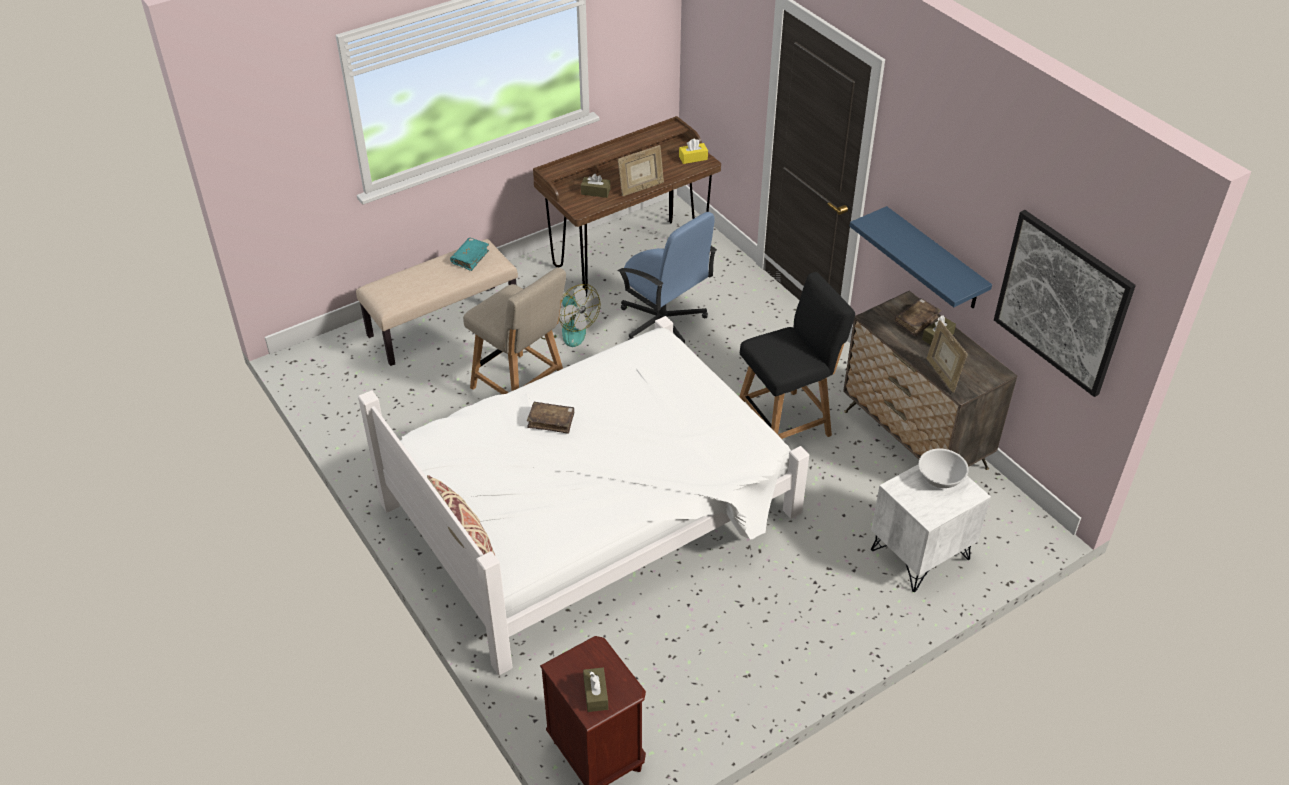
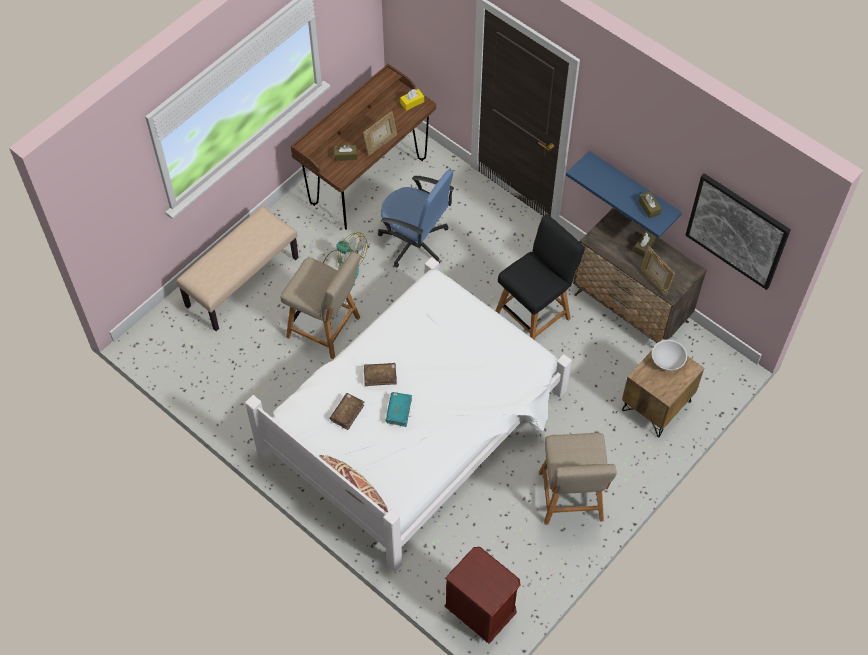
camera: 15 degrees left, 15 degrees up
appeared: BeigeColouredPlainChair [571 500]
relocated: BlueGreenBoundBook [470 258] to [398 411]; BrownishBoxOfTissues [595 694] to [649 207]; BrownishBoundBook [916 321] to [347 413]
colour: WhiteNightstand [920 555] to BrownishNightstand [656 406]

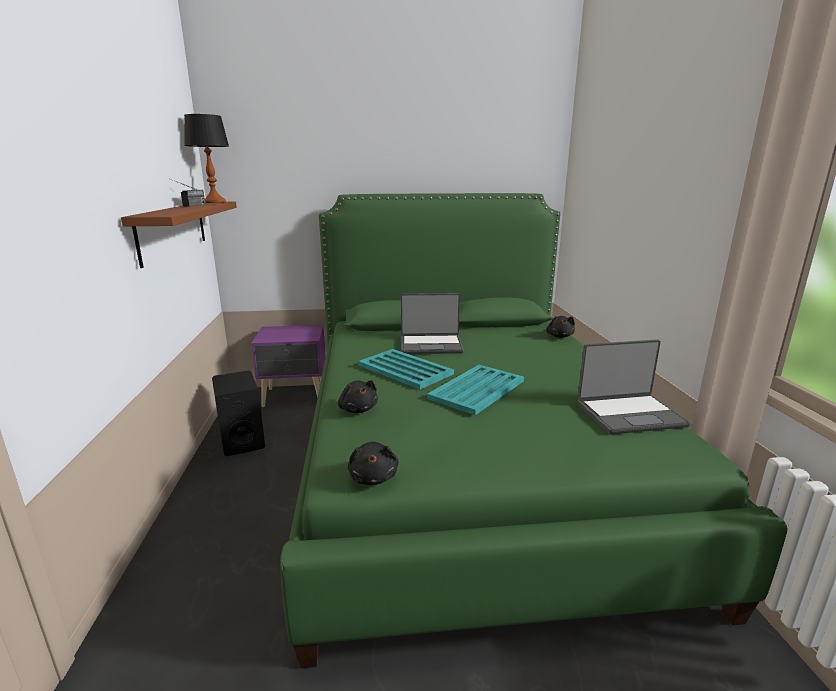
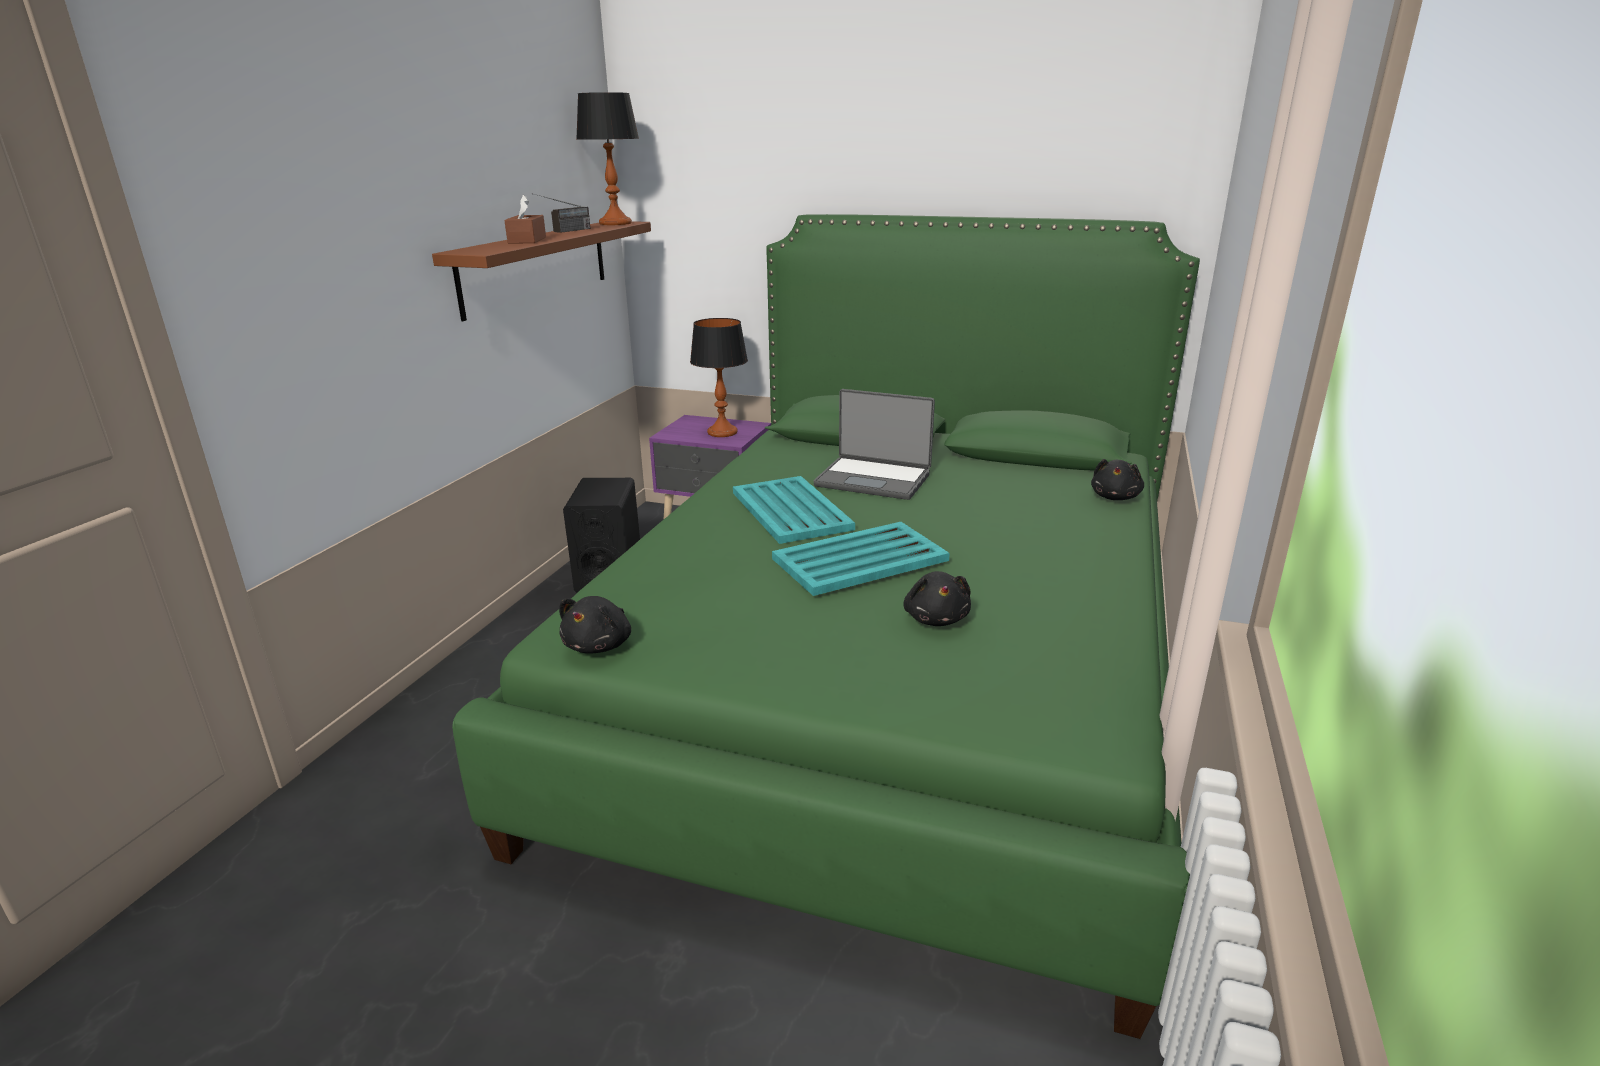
camera: 25 degrees right, 5 degrees up
missing: Laptop [629 414]
appeared: BrownishBoxOfTissues [527 240]; TableLamp [722 432]
relocated: BlackishPlushToy [358 409] to [936 618]

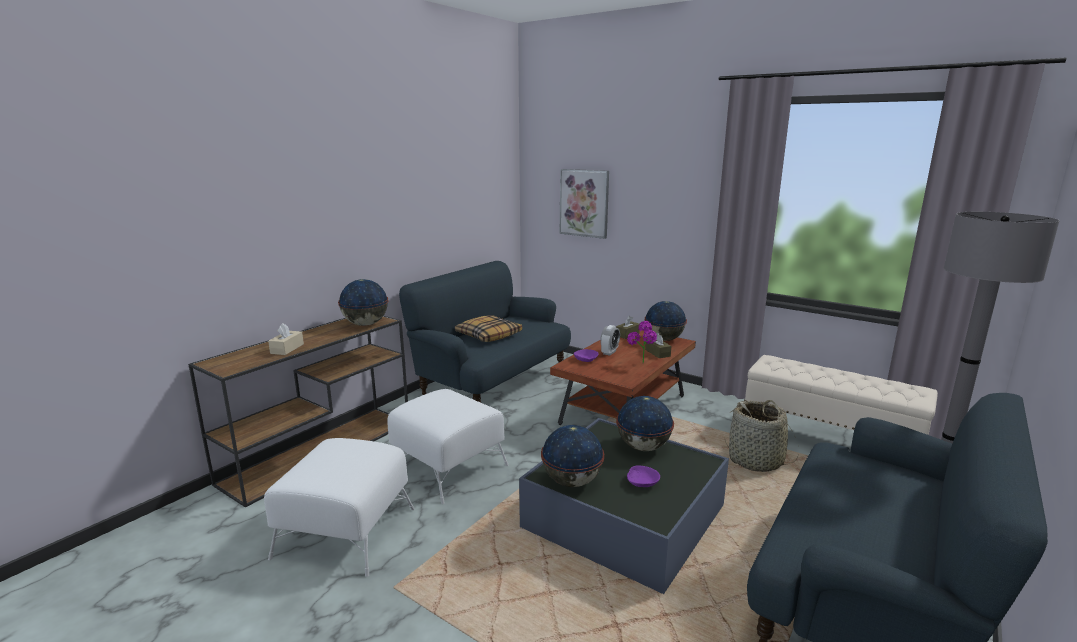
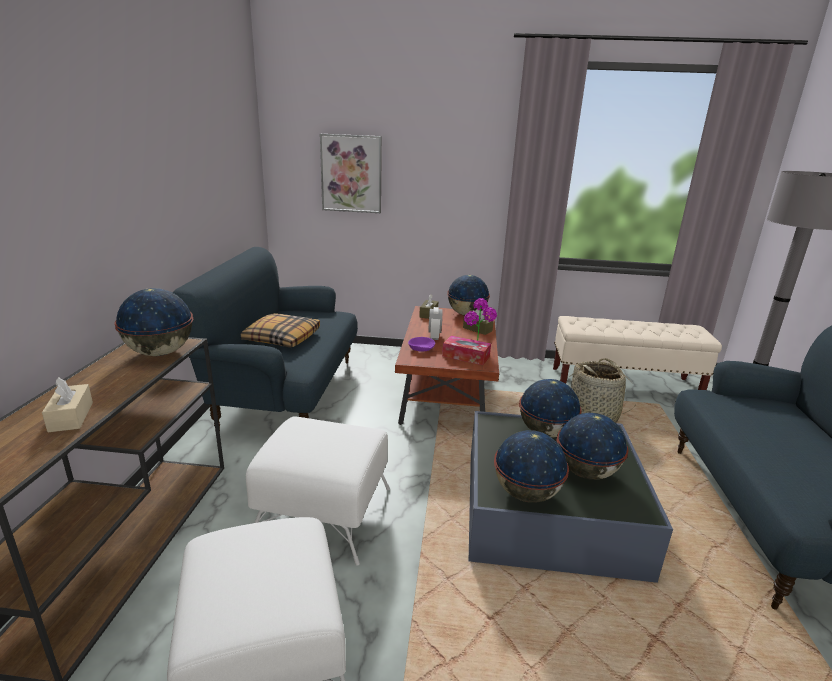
camera: 30 degrees left, 5 degrees up
appeared: BoxOfTissues [466 356]
exchanged: PurpleBowl [642 483] to Globe [586 473]

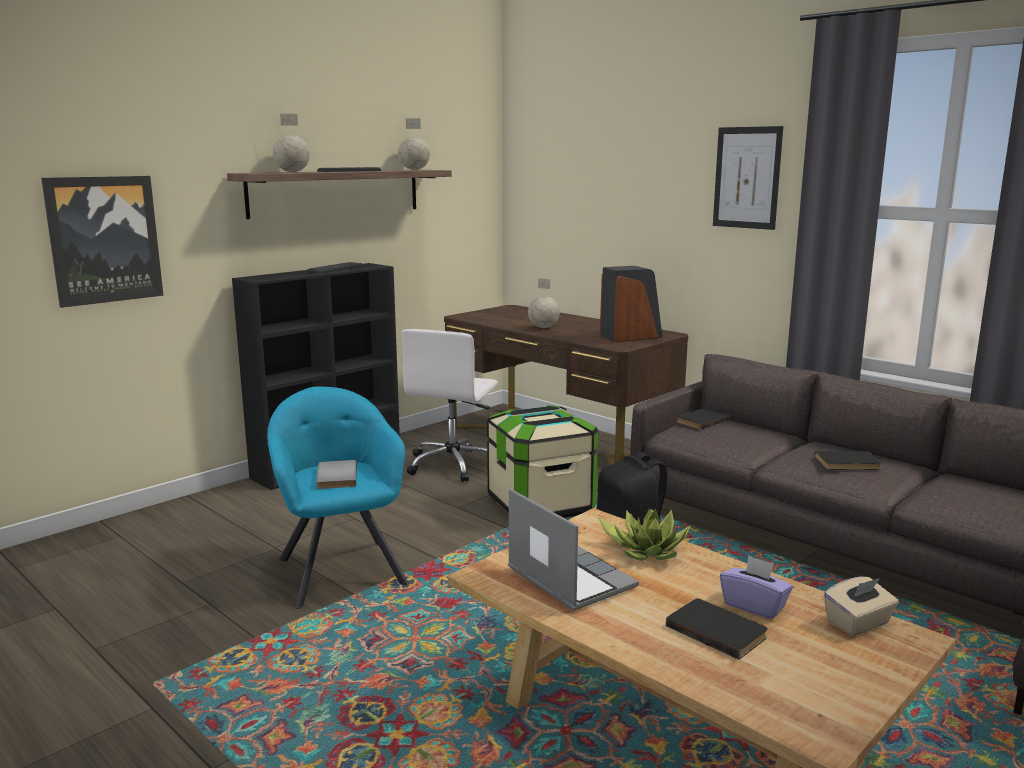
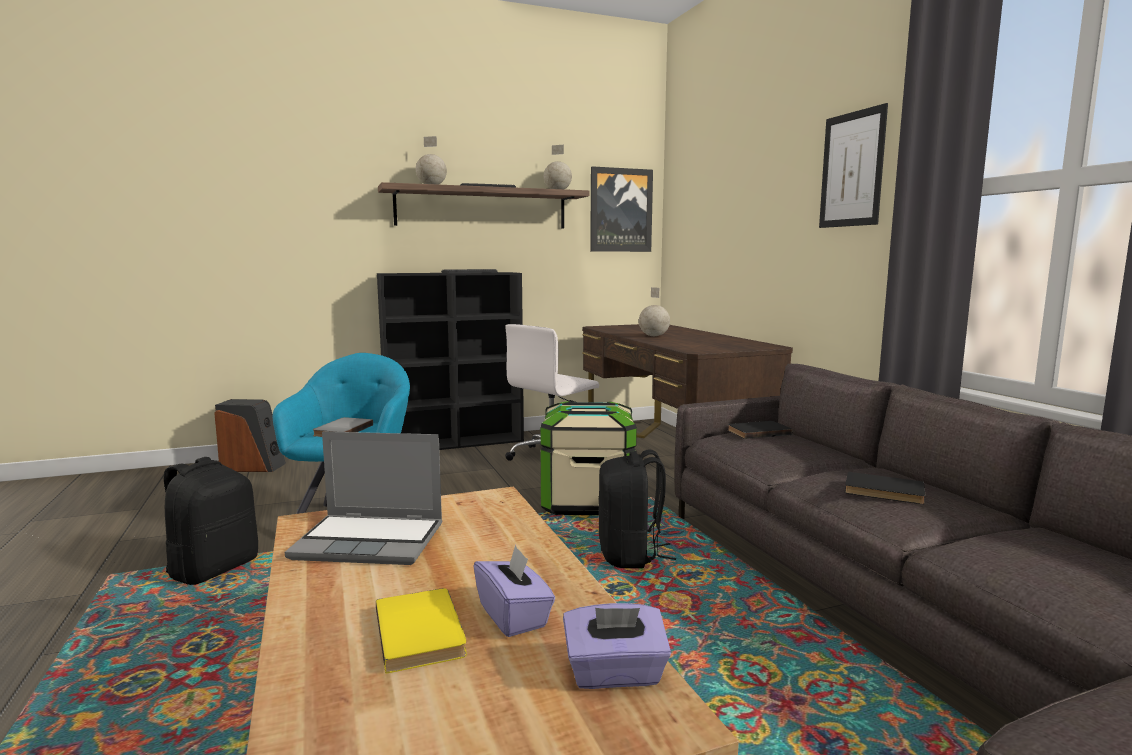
camera: 25 degrees right, 5 degrees down
missing: Houseplant [646 550]
appeared: BlackishKnapsack [214 569]
relocated: Picture [104 239] to [620 210]; Speaker [630 337] to [253 467]
colour: BlackishBoundBook [718 630] to YellowishBoundBook [423 632]; BeigeColouredBoxOfTissues [858 623] to PurpleBoxOfTissues [615 674]
spun: Laptop [568 578] = [371 541] 105 degrees clockwise

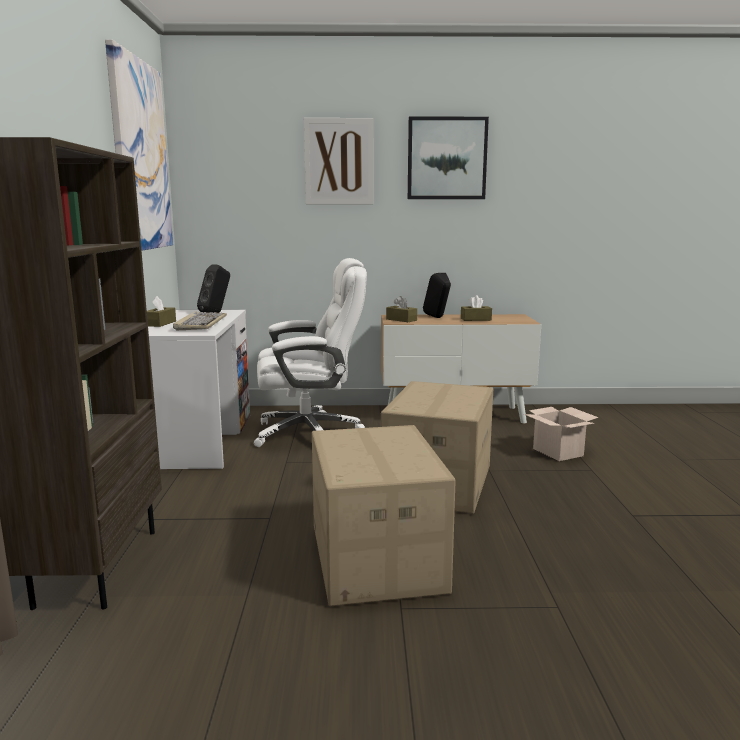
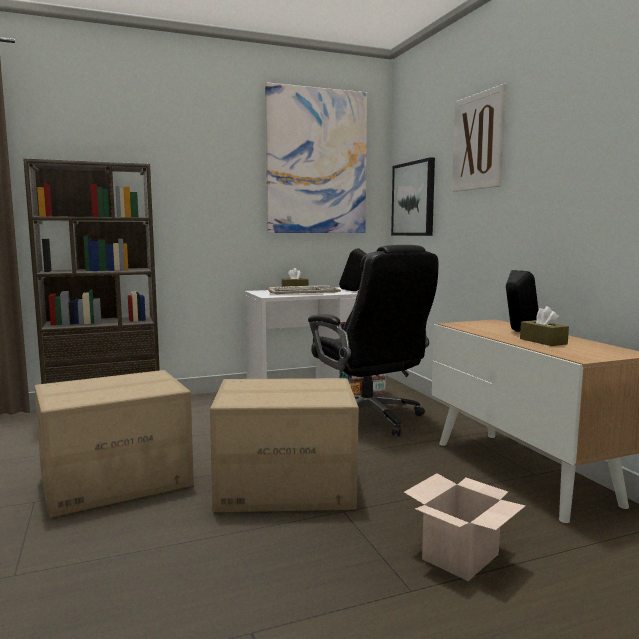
camera: 70 degrees right, 5 degrees down
missing: BrownishBoxOfTissues [401 320]
relocated: Picture [446 158] to [414 199]
colour: WhiteDeskChair [310 433] to BlackishDeskChair [369 418]

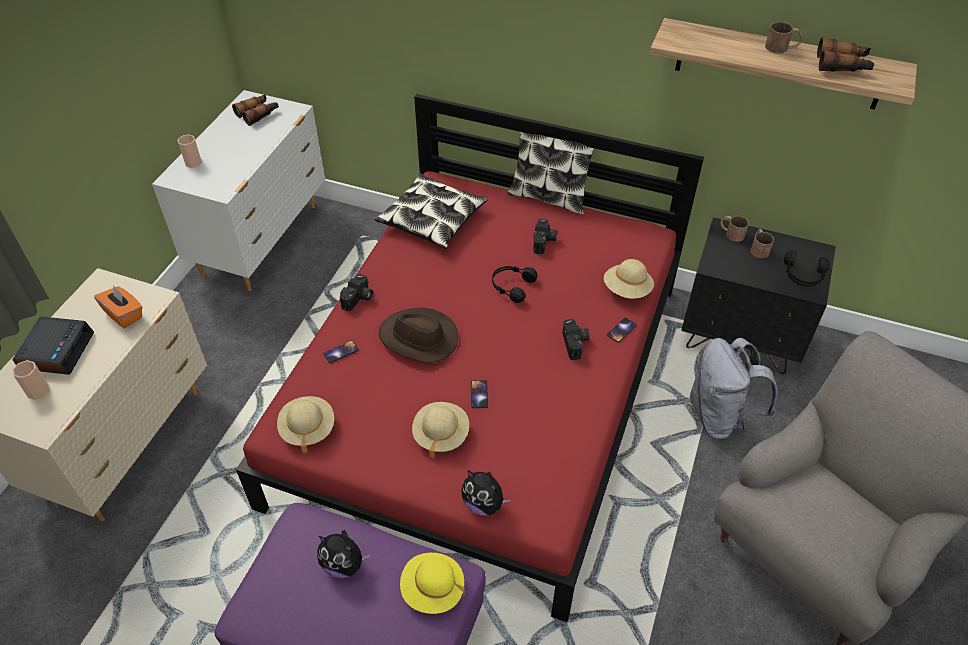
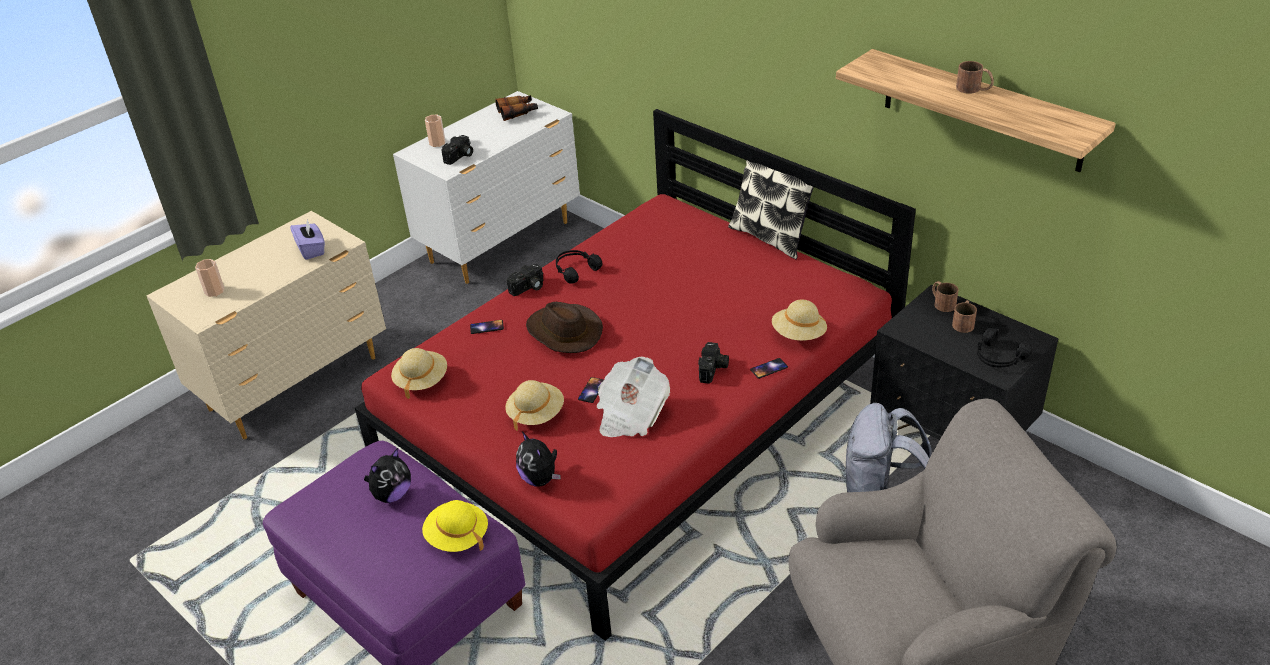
camera: 25 degrees right, 10 degrees down
missing: TableClock [57 350]; Cushion [432 219]; Binoculars [842 65]
appeared: PrintedPaper [630 415]
relocated: BlackishPairOfHeadphones [511 286] to [575 270]; StillCamera [544 242] to [460 157]
colour: OrangeColouredBoxOfTissues [124 314] to PurpleBoxOfTissues [311 249]
spun: PlushToy [344 564] = [392 494] 90 degrees counterclockwise

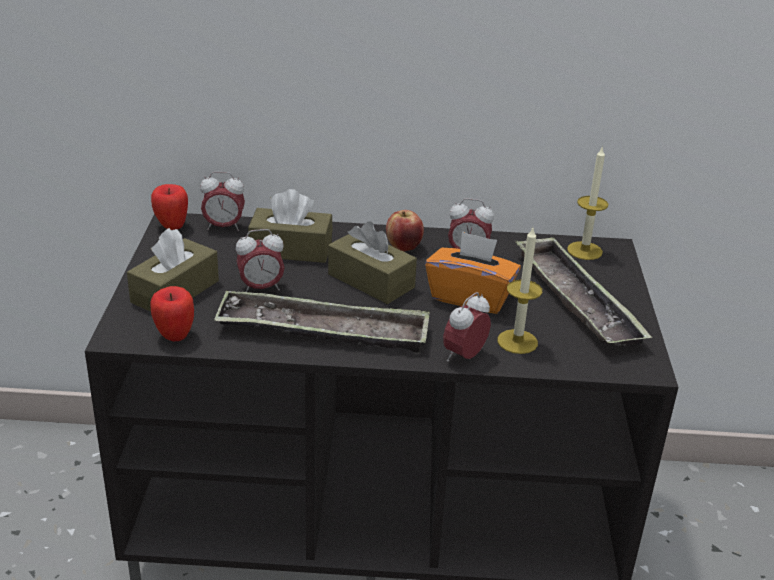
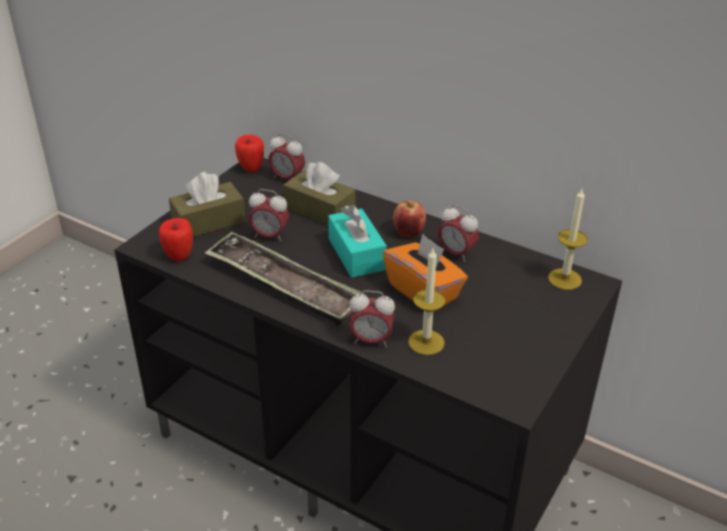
camera: 30 degrees right, 5 degrees up
missing: ServingTray [576 300]
colour: BrownishBoxOfTissues [371 281] to BlueGreenBoxOfTissues [356 254]
spun: TableClock [464 356] = [371 340] 150 degrees counterclockwise

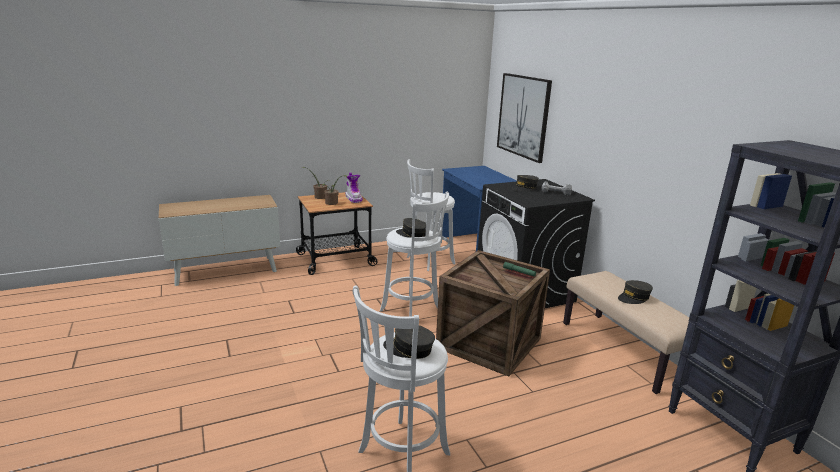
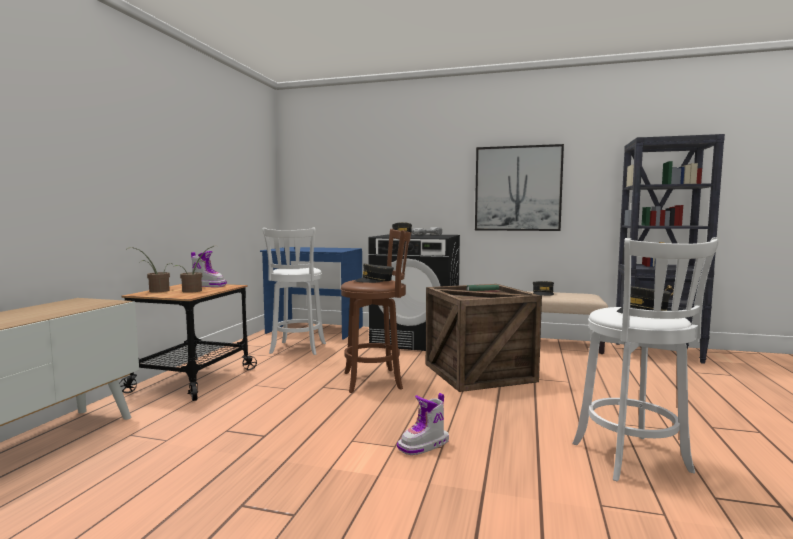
camera: 50 degrees left, 15 degrees down
appeared: TallBoot [424 445]
relocated: Picture [523 116] to [517 188]
colour: WhiteSittingStool [412 310] to BrownishSittingStool [376 380]

